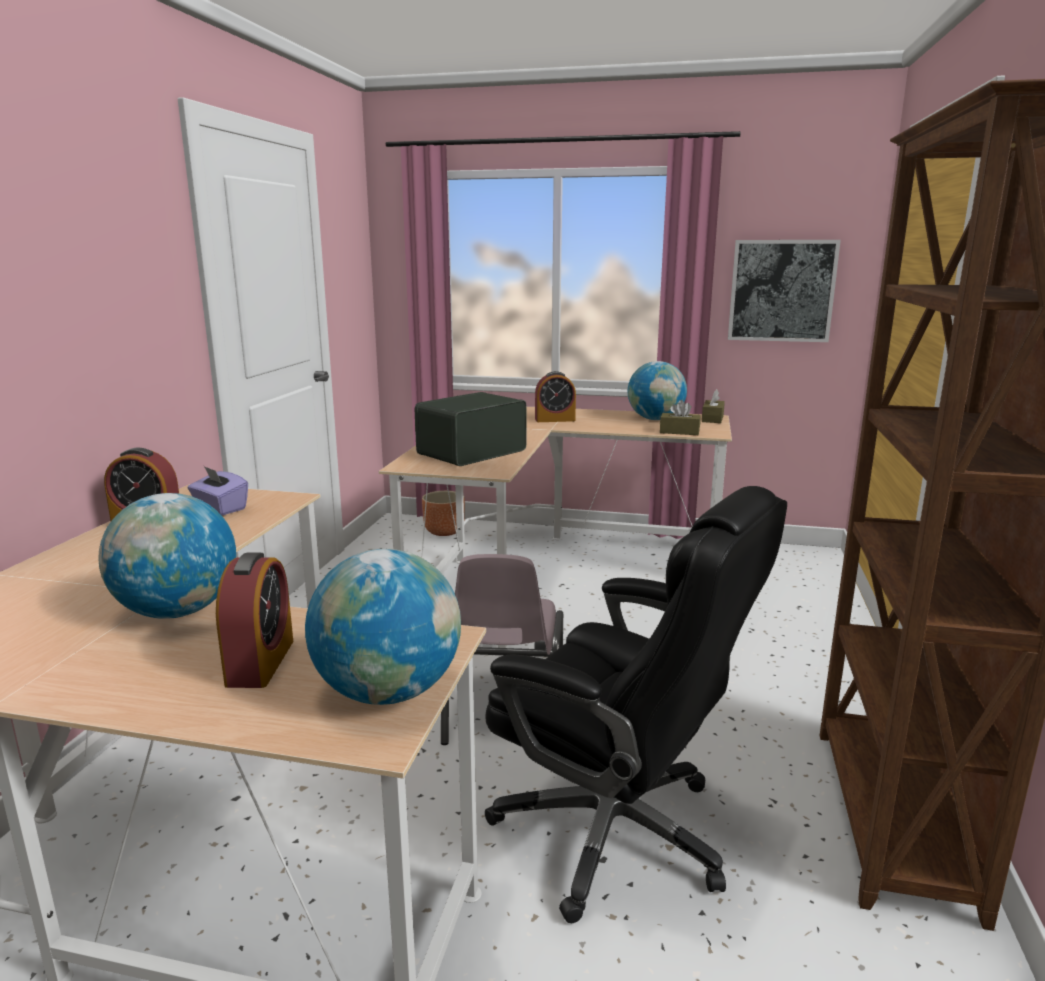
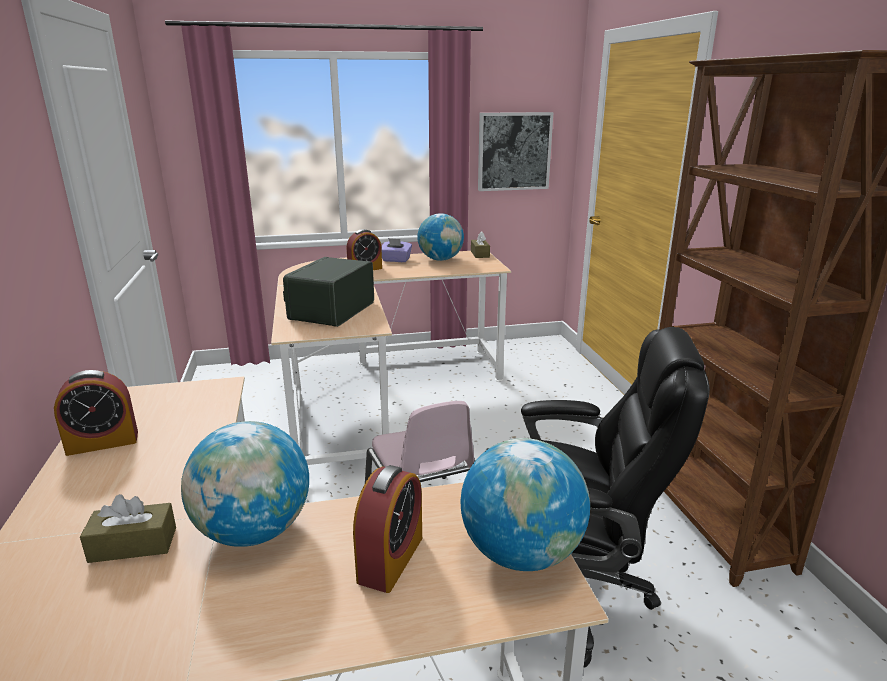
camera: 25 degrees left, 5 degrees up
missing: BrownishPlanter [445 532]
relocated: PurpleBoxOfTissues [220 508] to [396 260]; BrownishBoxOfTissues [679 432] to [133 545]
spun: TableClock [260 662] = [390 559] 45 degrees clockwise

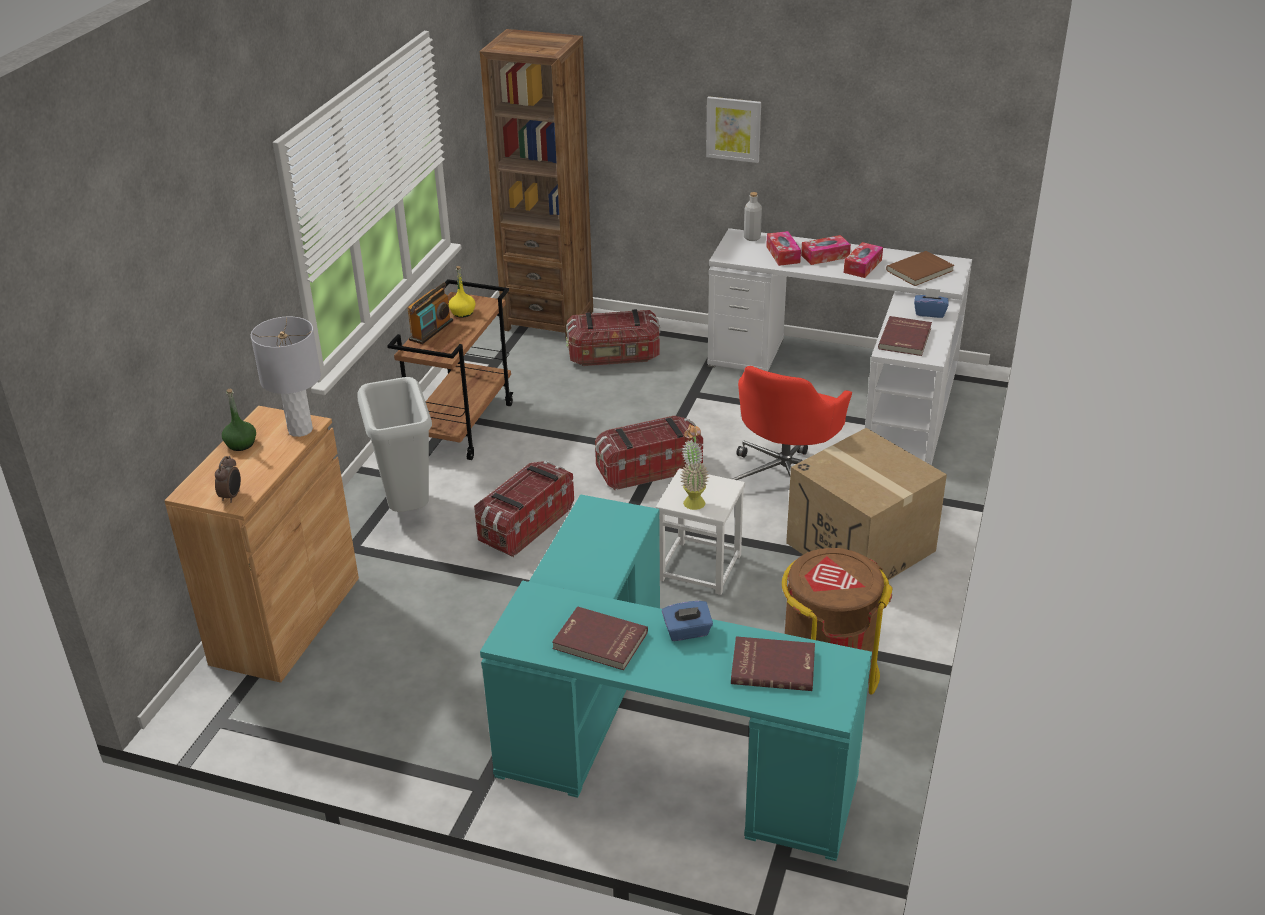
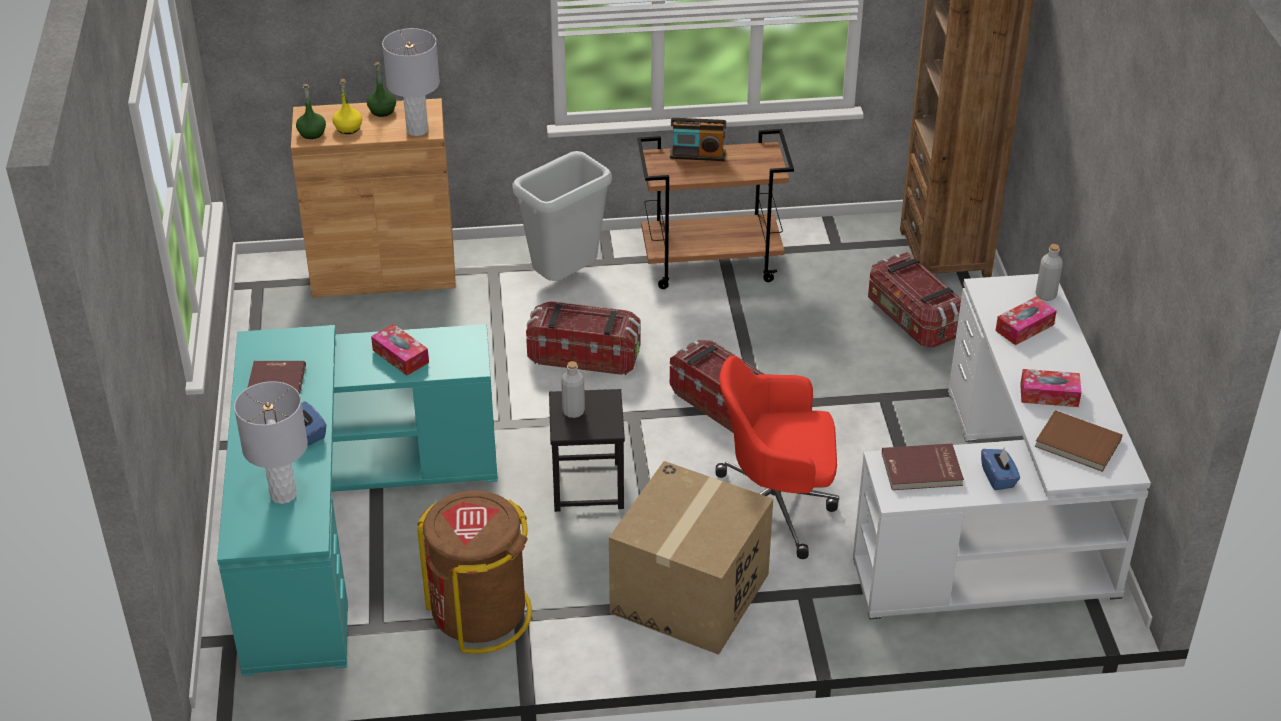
camera: 65 degrees right, 5 degrees up
missing: Picture [733 129]
relocated: YellowishBeverageBottle [463 312] to [348 128]; BoxOfTissues [825 256] to [400 356]
exchanged: TableClock [232 496] to GreenColouredBeverageBottle [312 133]; Houseplant [693 499] to GrayBeverageBottle [573 411]; RedColouredBoundBook [773 666] to GrayTableLamp [283 494]
colour: WhiteSittingStool [700 567] to BlackishSittingStool [588 486]

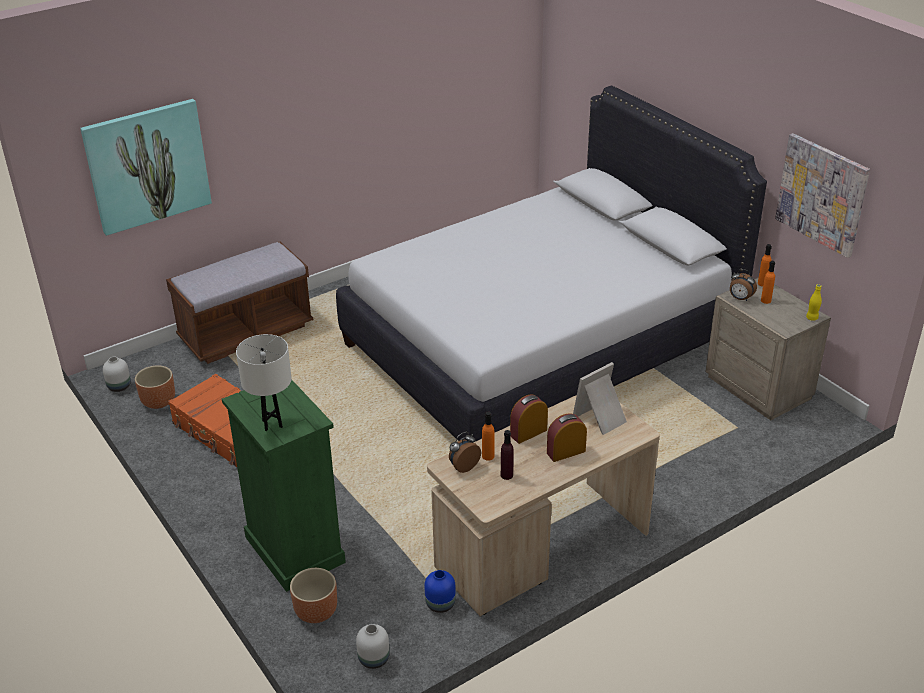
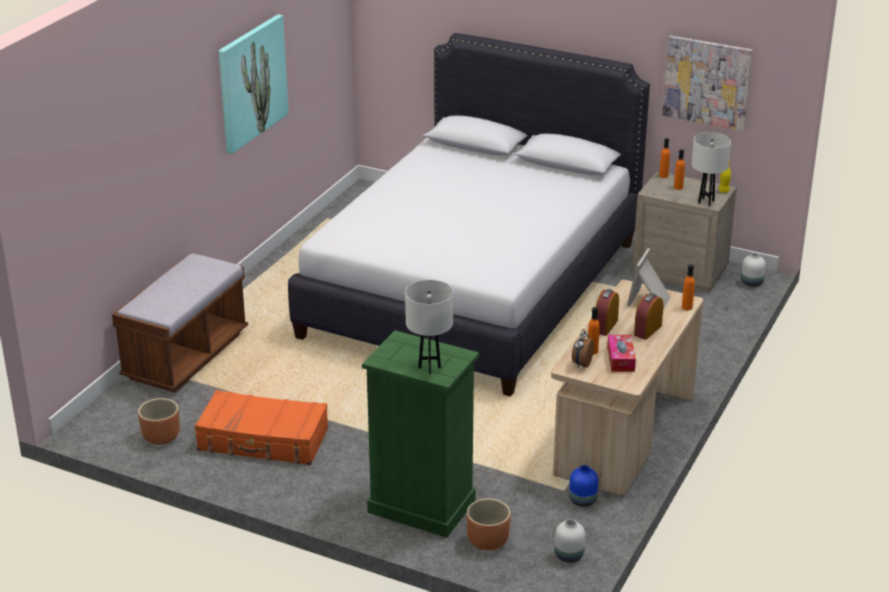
camera: 30 degrees left, 5 degrees down
missing: TableClock [740 298]
appeared: OrangeColouredBeverageBottle [687 307]; WhiteTableLamp [706 202]
relocated: Picture [147 165] to [251 82]; WhiteFlowerVase [119 387] to [752 283]
exchanged: PurpleBeverageBottle [506 475] to BoxOfTissues [620 359]

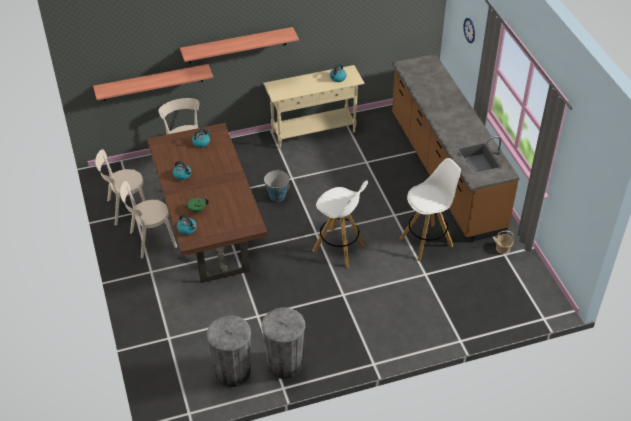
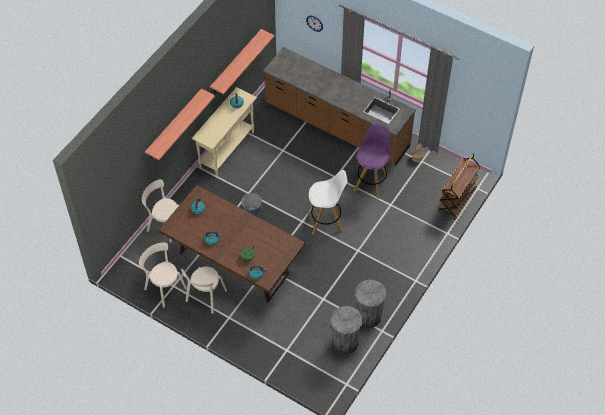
camera: 40 degrees left, 10 degrees up
appeared: BrownishCart [457 200]
relocated: BracketShelf [152 82] to [236 62]
colour: WhiteSittingStool [427 242] to PurpleSittingStool [371 182]
spun: BeigeColouredPlainChair [126 209] = [164 287] 105 degrees clockwise

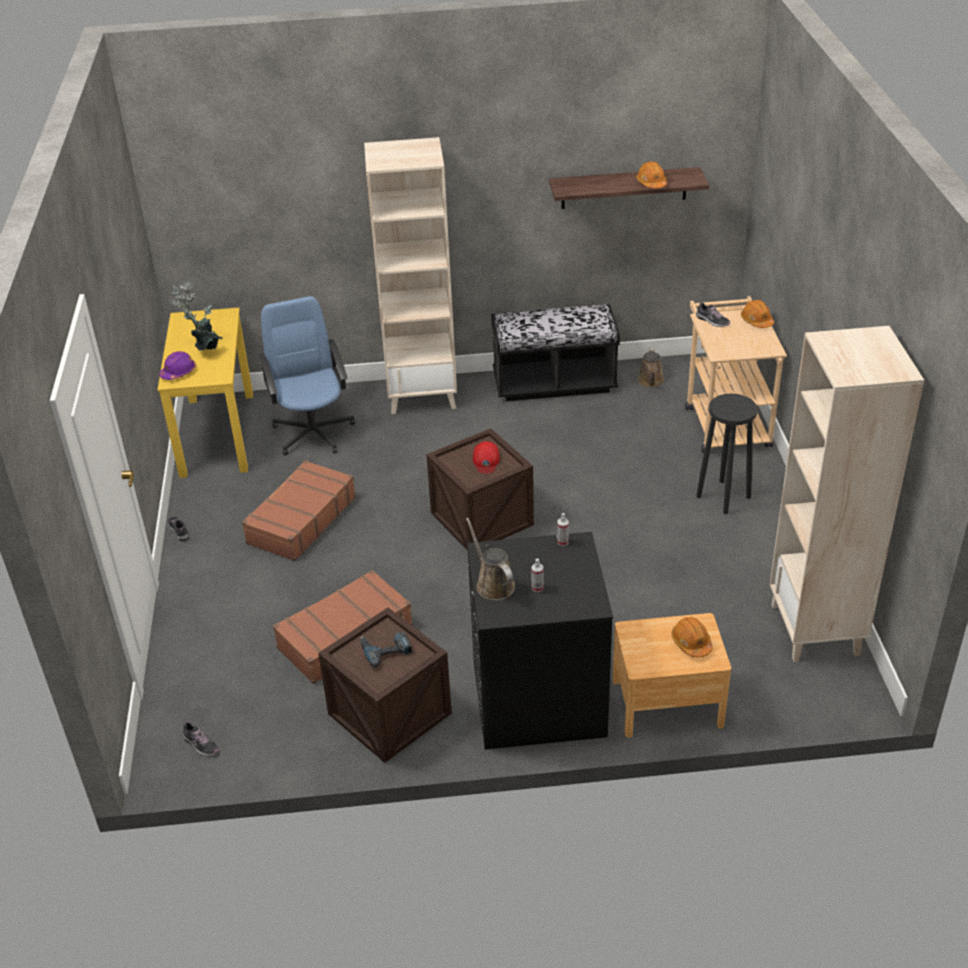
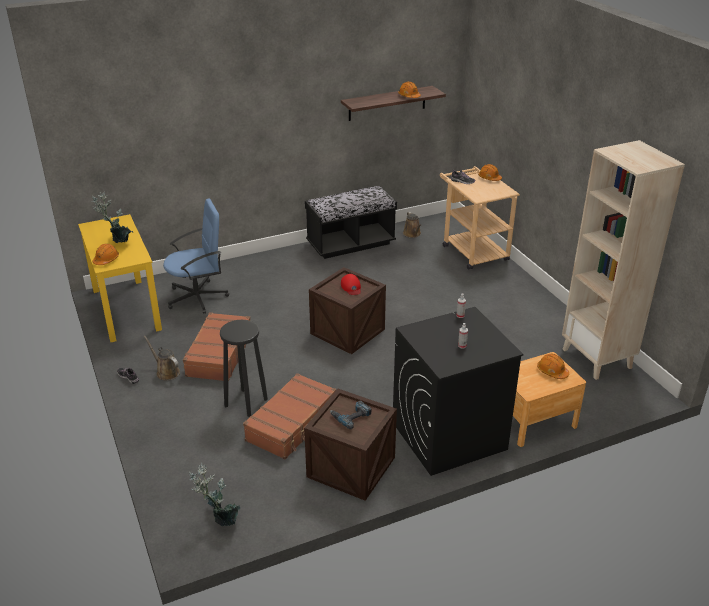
camera: 20 degrees left, 5 degrees down
missing: BeigeColouredBookcase [422 395]
relocated: BrownishSprinklingCan [493 584] to [166 372]; BlackishSittingStool [724 497] to [246 403]
exchanged: Shoe [201 744] to Houseplant [220 519]
colour: PurpleWorkHelmet [178 372] to OrangeColouredWorkHelmet [106 260]
spun: BlueDeskChair [313 432] = [198 297] 105 degrees clockwise

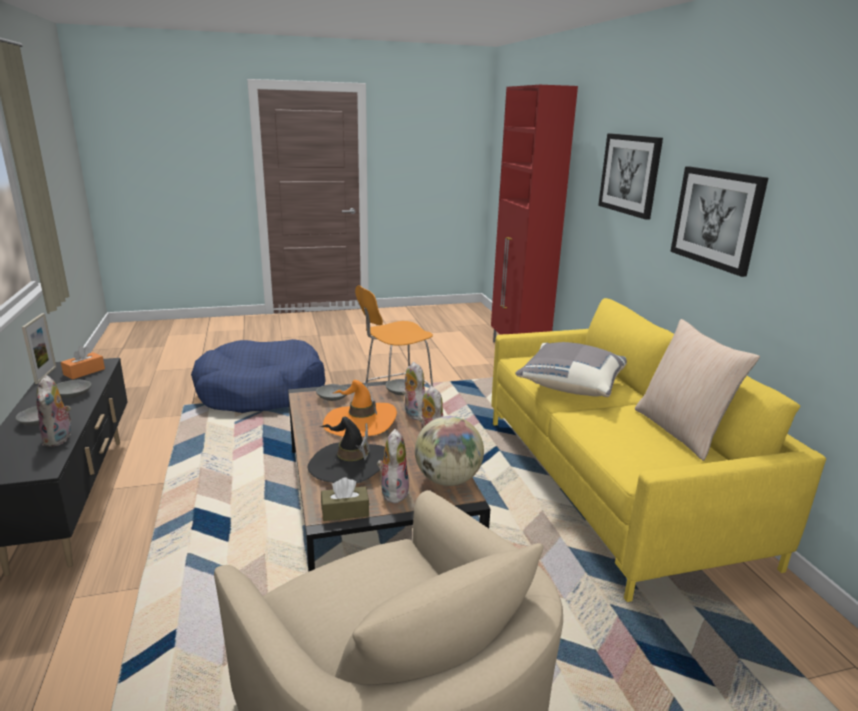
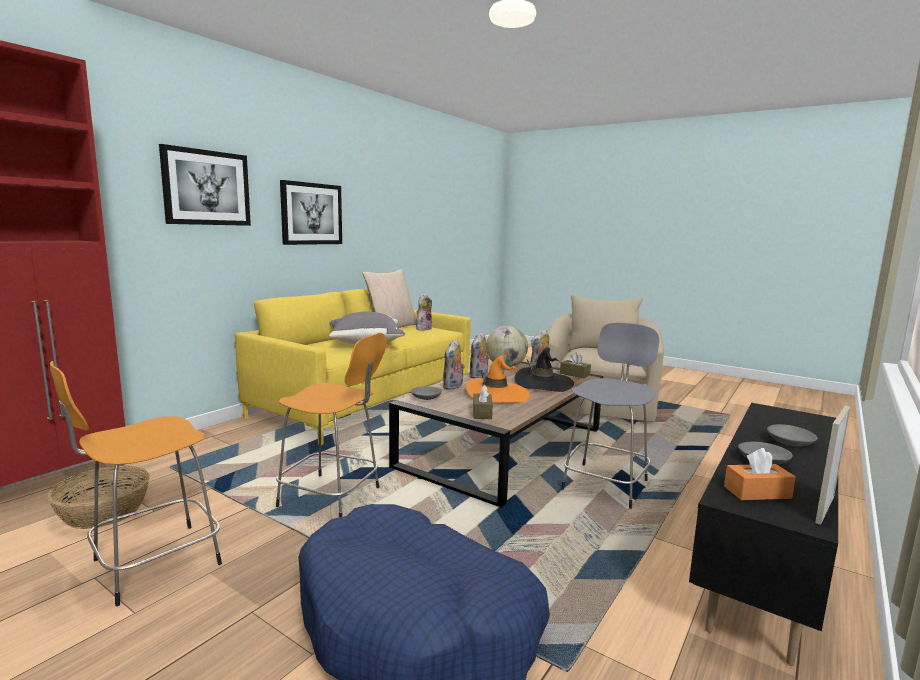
camera: 130 degrees left, 10 degrees down
appeared: HouseholdBasket [104 512]; OrangeColouredSittingStool [152 564]; GraySittingStool [606 484]
relocated: PlushToy [59 439] to [423 329]
exchanged: GrayBowl [333 397] to BrownishBoxOfTissues [482 413]

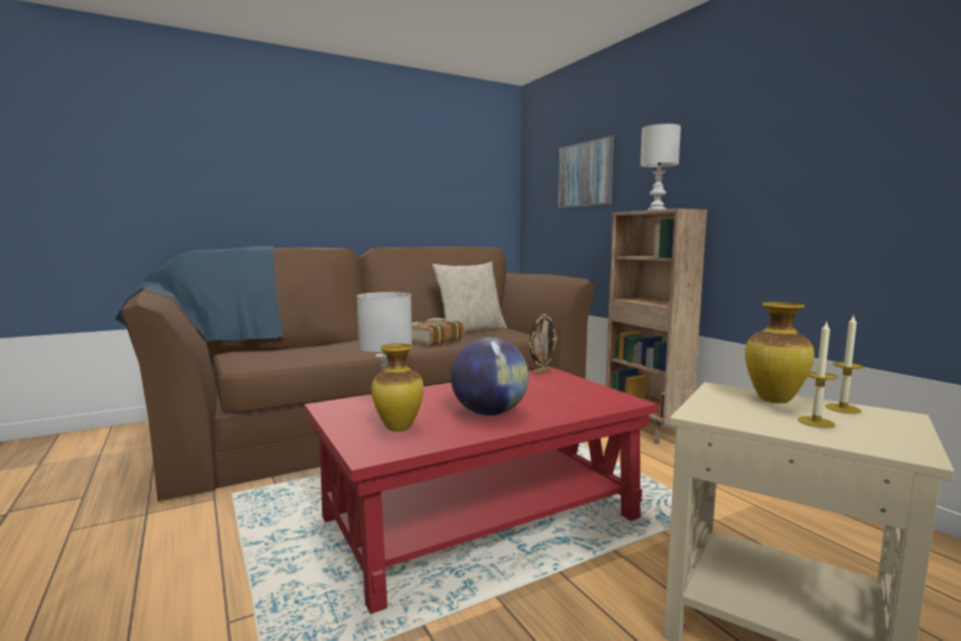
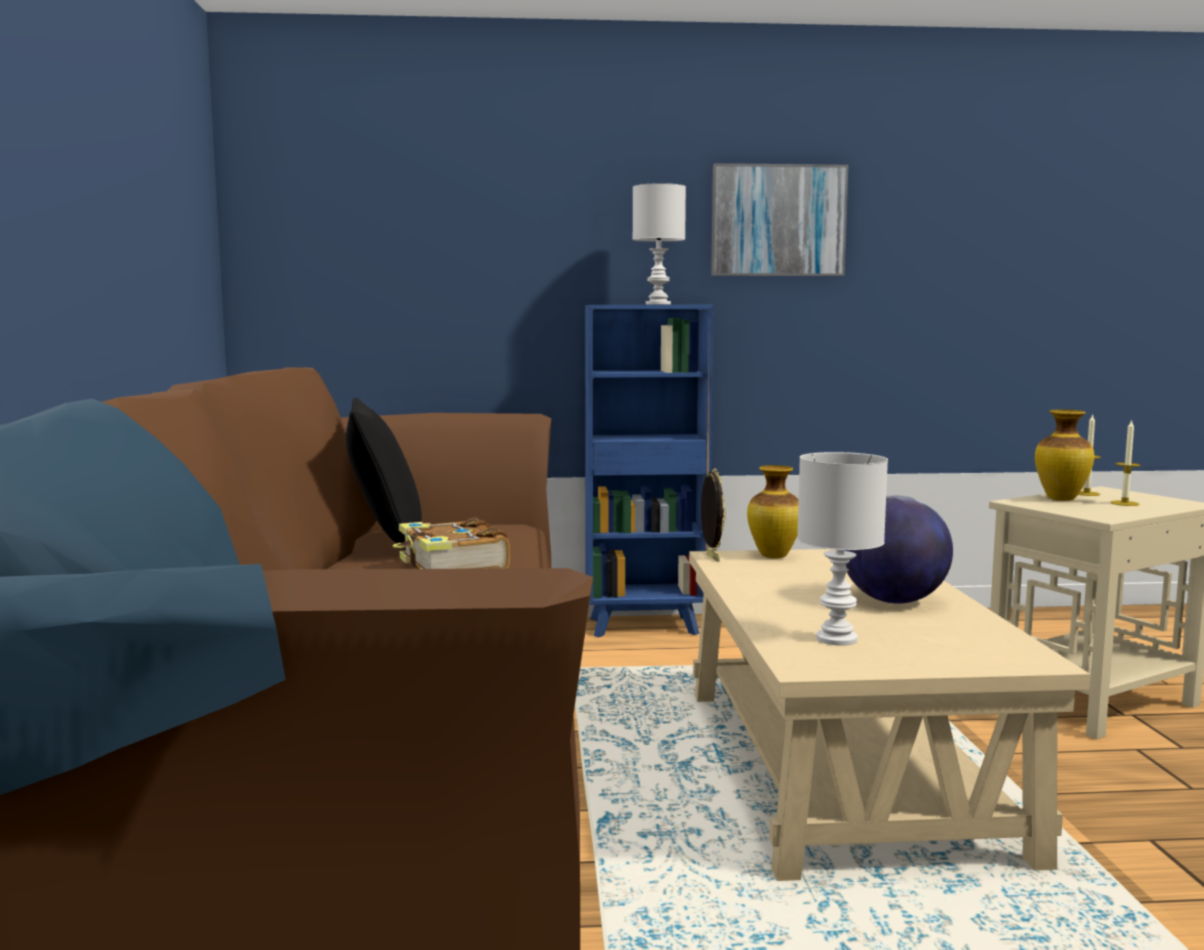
camera: 65 degrees left, 0 degrees up
relocated: FlowerVase [399 428] to [774 556]; Picture [586 174] to [778 221]
colour: RedColouredLowTable [481 517] to BeigeColouredLowTable [840 768]; BeigeColouredCushion [470 331] to BlackishCushion [386 543]; BrownishBookcase [646 429] to BlueBookcase [646 626]

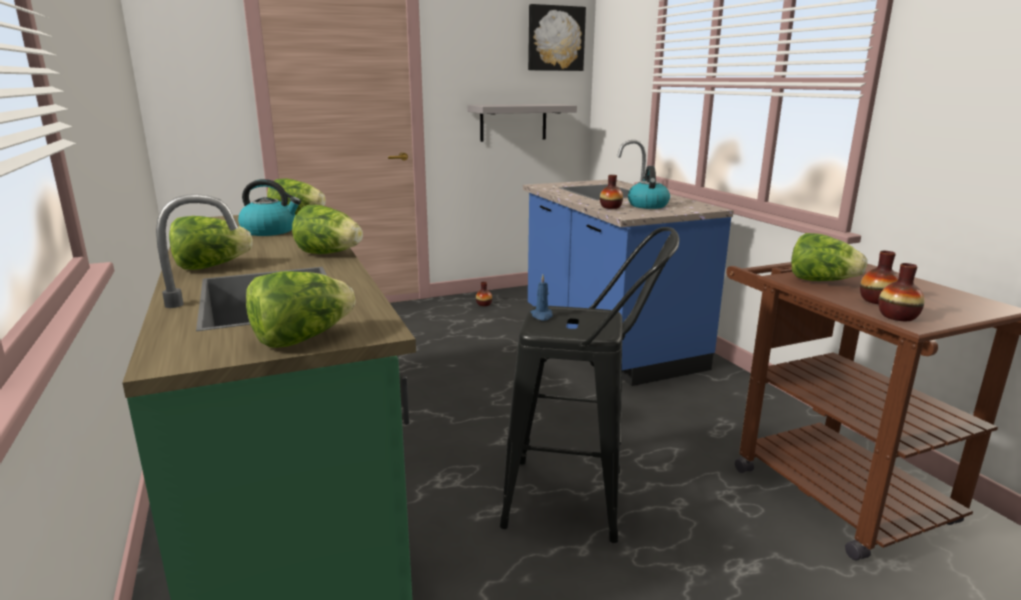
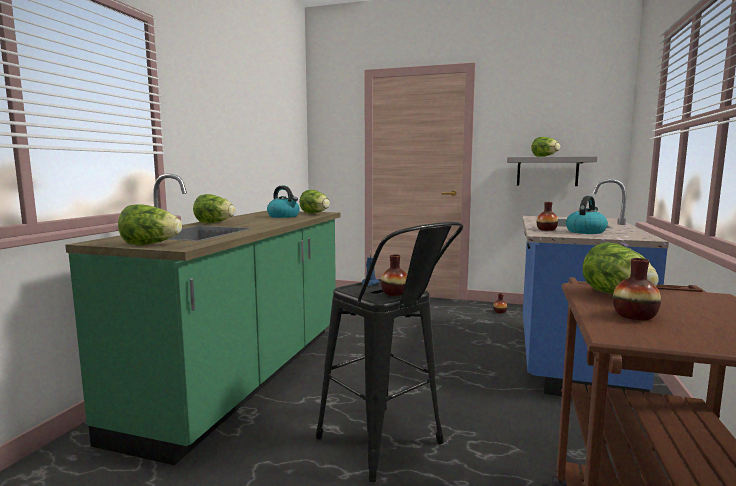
camera: 40 degrees right, 10 degrees down
missing: Picture [555 38]
relocated: LettuceHead [329 254] to [545 156]; FlowerVase [897 316] to [394 293]

